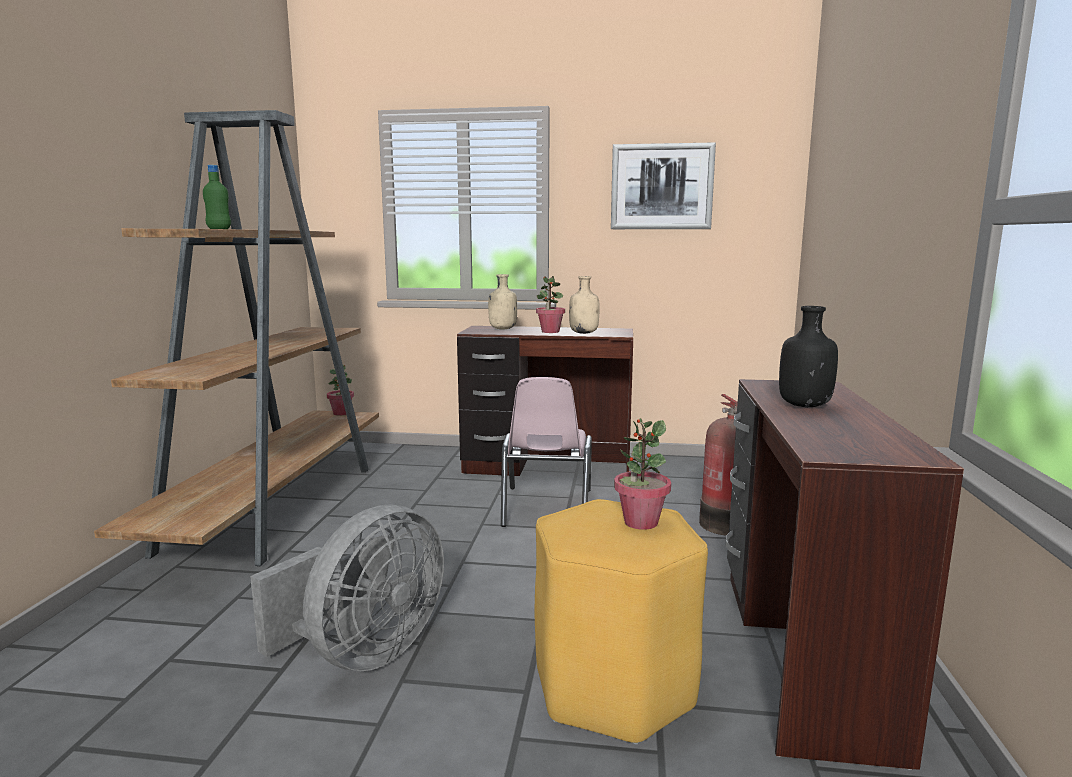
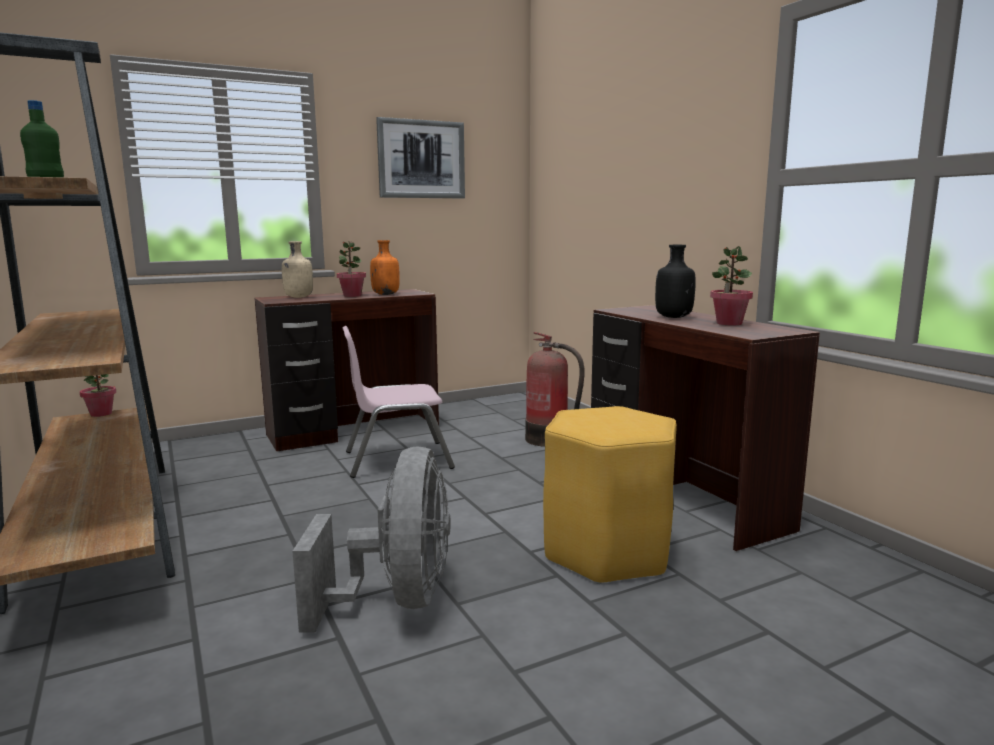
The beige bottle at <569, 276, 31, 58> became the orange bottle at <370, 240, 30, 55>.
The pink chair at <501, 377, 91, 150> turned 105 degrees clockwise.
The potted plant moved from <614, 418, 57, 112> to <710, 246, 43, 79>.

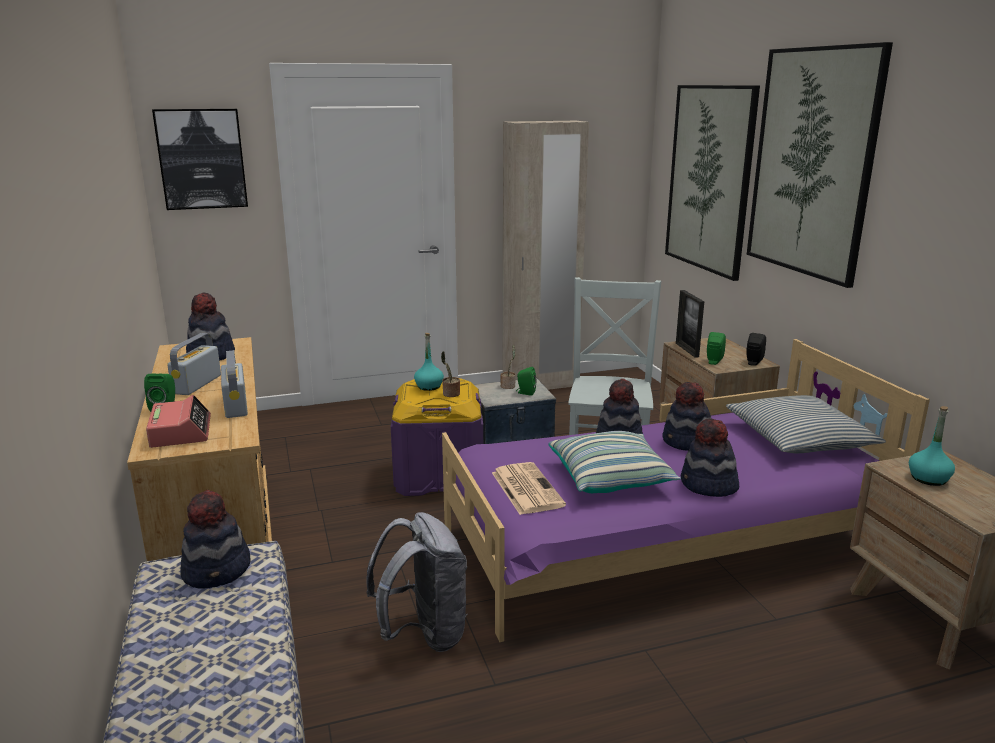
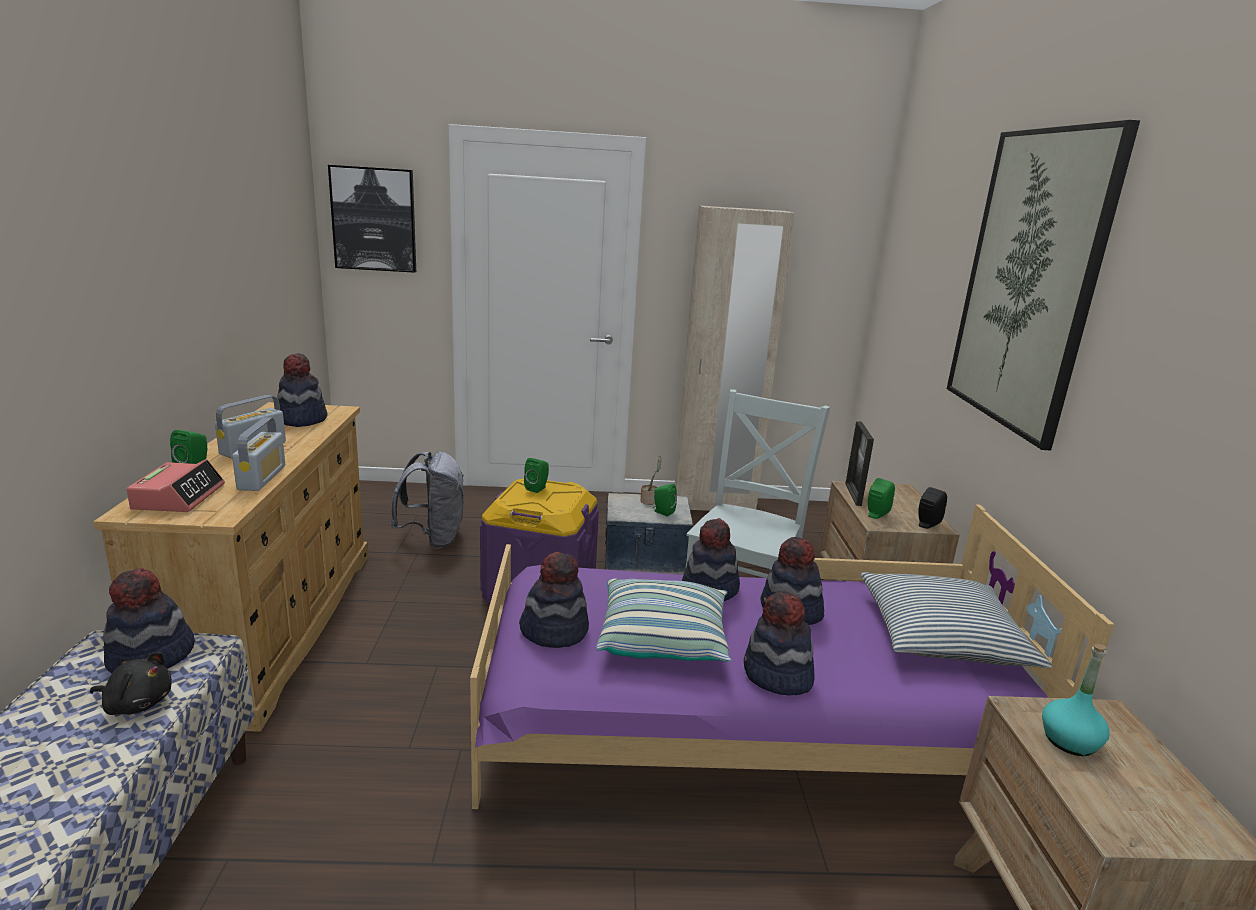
The picture at <665, 85, 95, 196> disappeared.
The turquoise bottle at <414, 333, 30, 58> was replaced by the green speaker at <524, 458, 25, 35>.
The potted plant at <441, 351, 19, 46> disappeared.
The newspaper at <492, 462, 74, 53> was replaced by the hat at <519, 552, 70, 96>.
The grey backpack moved from <366, 512, 101, 140> to <391, 451, 73, 97>.
The black plush toy at <90, 652, 82, 63> appeared.

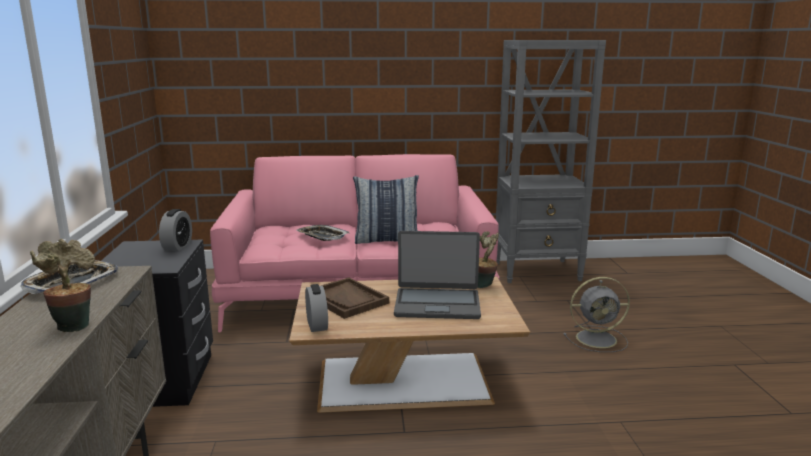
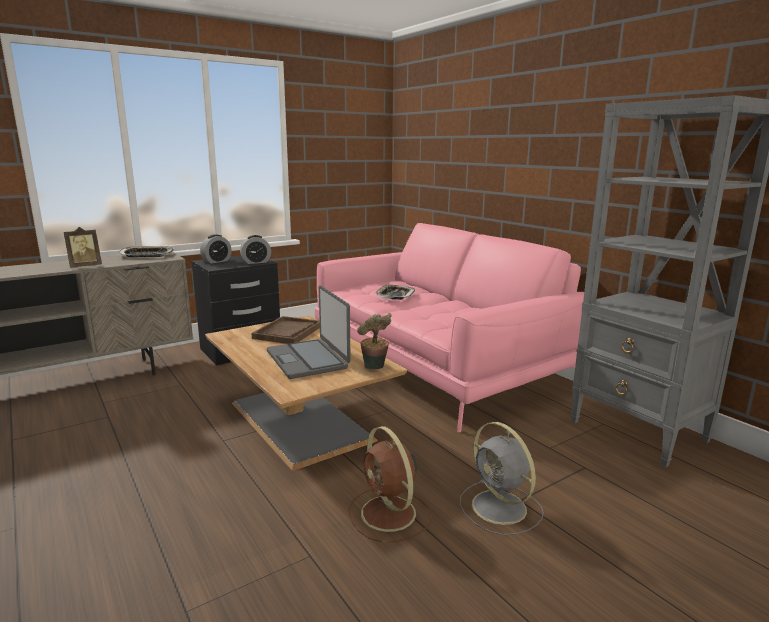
The pillow at <353, 175, 66, 69> disappeared.
The potted plant at <30, 239, 65, 93> was replaced by the picture frame at <64, 227, 38, 41>.
The alarm clock moved from <305, 284, 23, 48> to <200, 234, 32, 30>.
The brown fan at <349, 426, 83, 116> appeared.

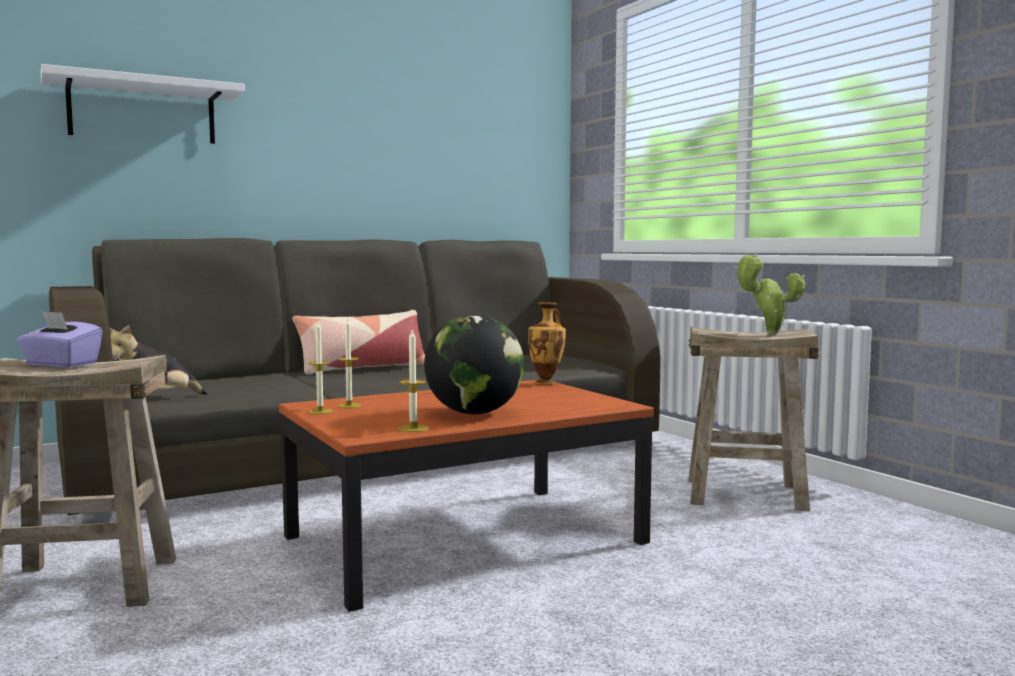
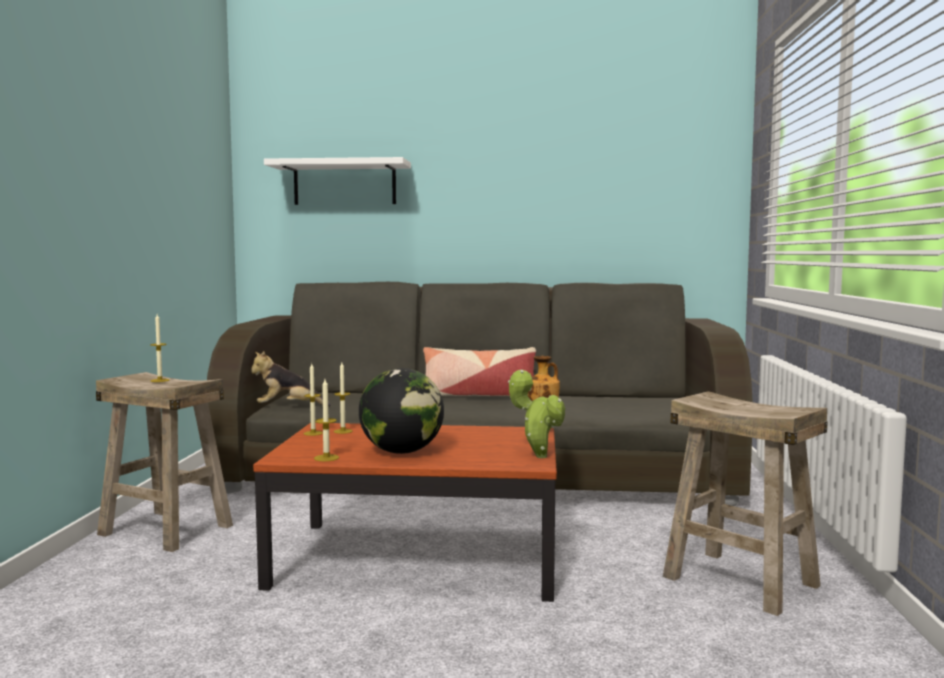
The potted plant moved from <735, 254, 70, 80> to <508, 370, 57, 88>.
The purple tissue box at <17, 311, 85, 57> was replaced by the candle at <150, 314, 19, 68>.

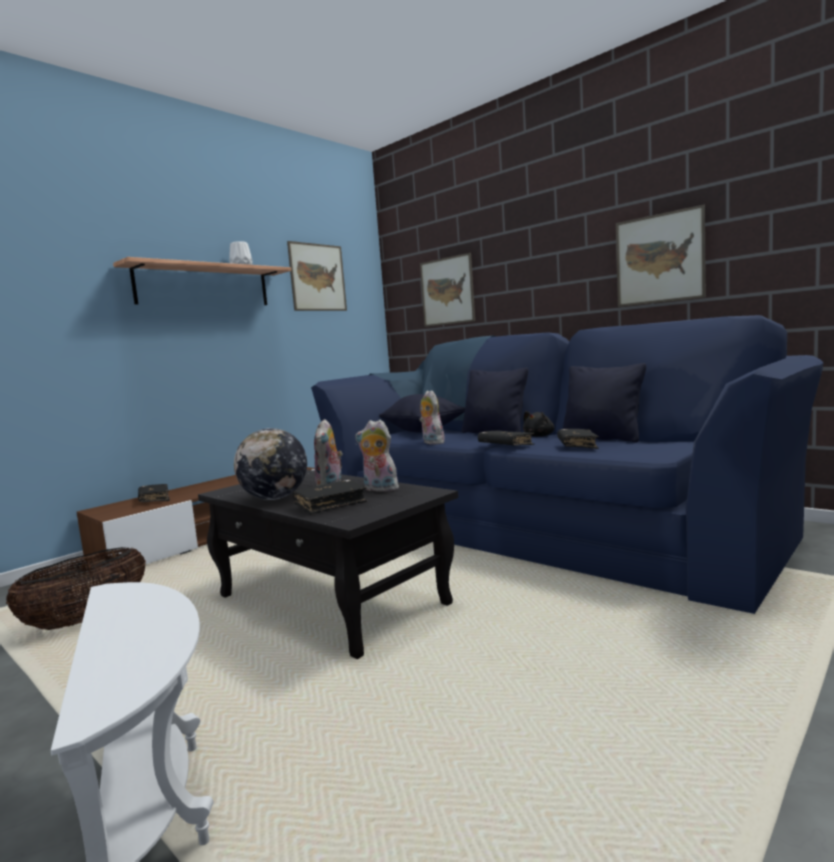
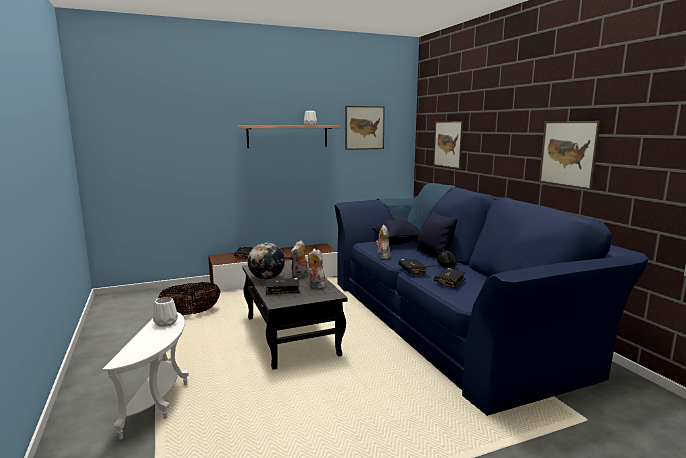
The black pillow at <562, 363, 84, 80> disappeared.
The white vase at <153, 297, 25, 30> appeared.

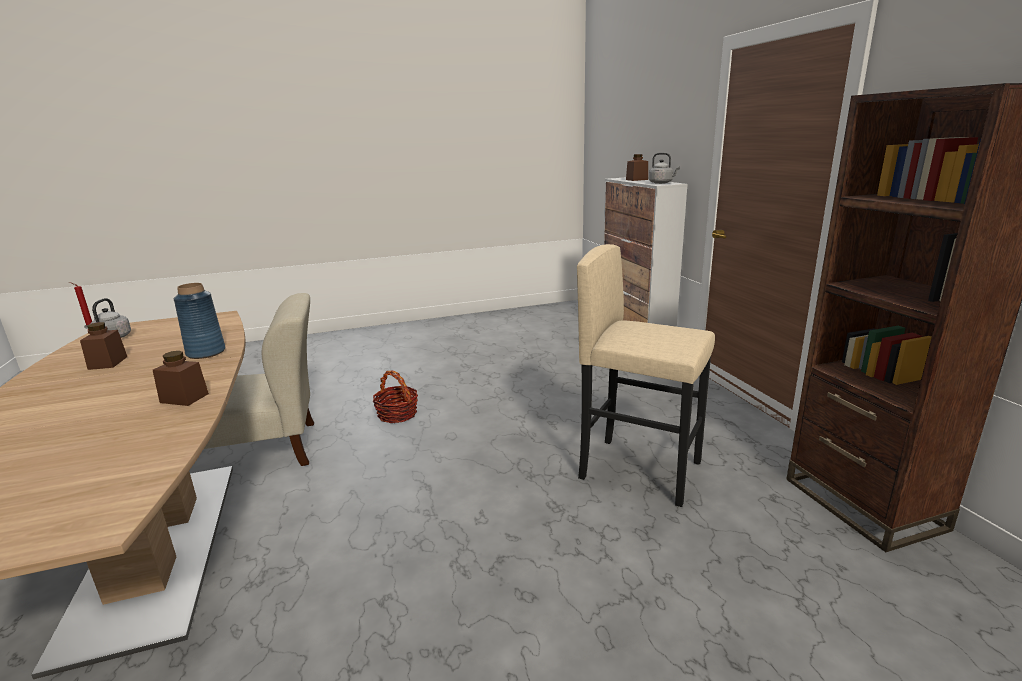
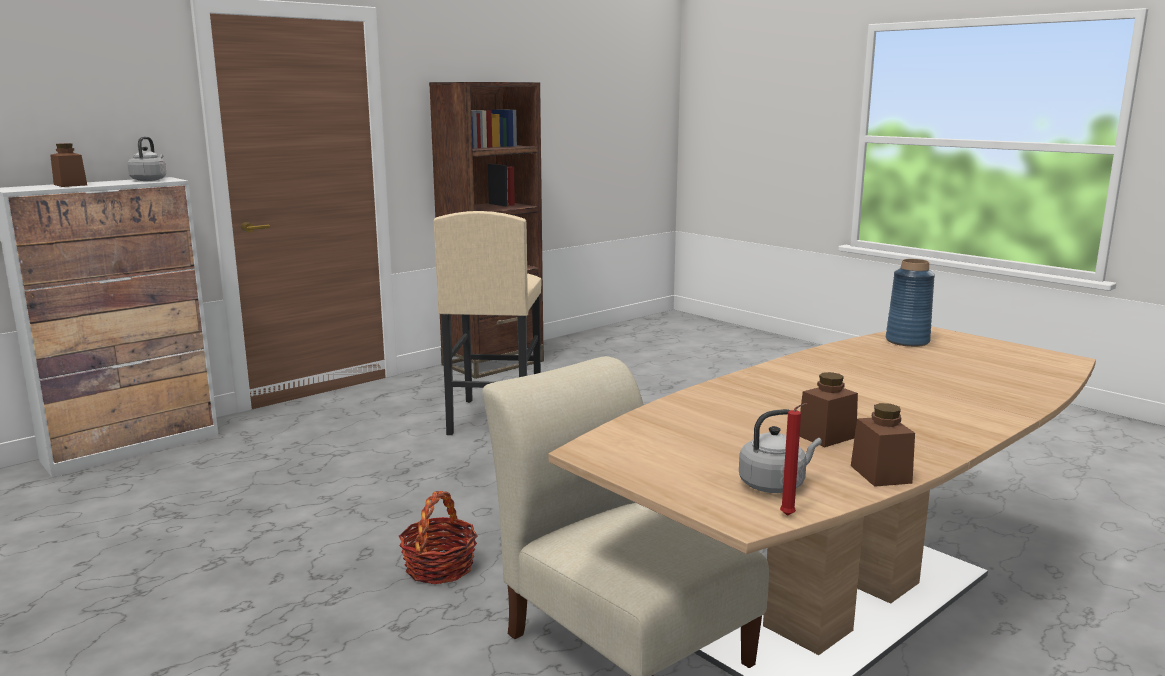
The blue vase moved from <174, 283, 51, 76> to <886, 259, 49, 88>.
The brown jar moved from <153, 351, 56, 55> to <851, 403, 64, 84>.

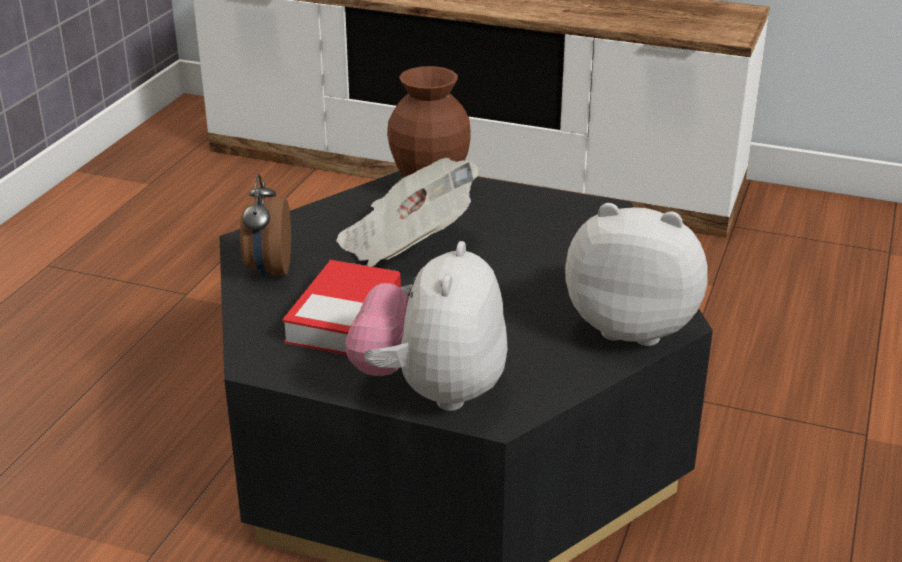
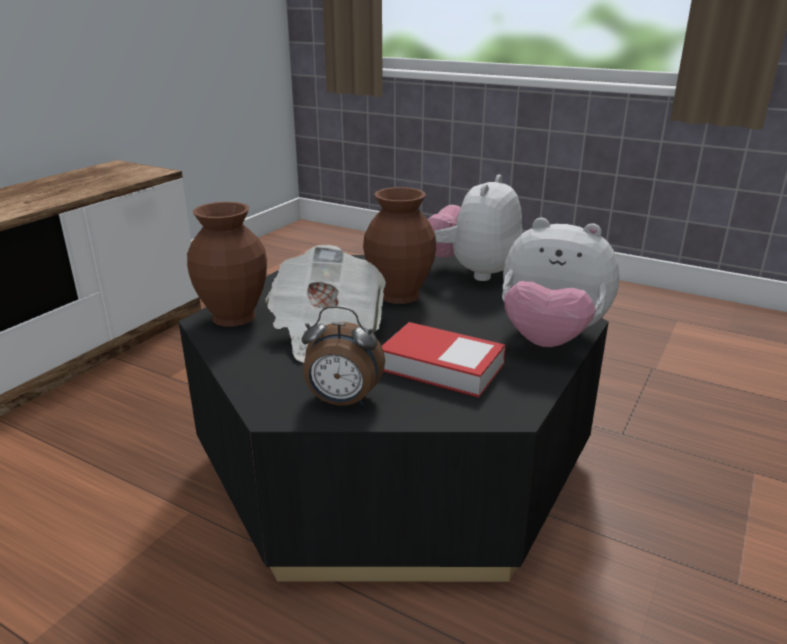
The brown vase at <363, 187, 73, 117> appeared.

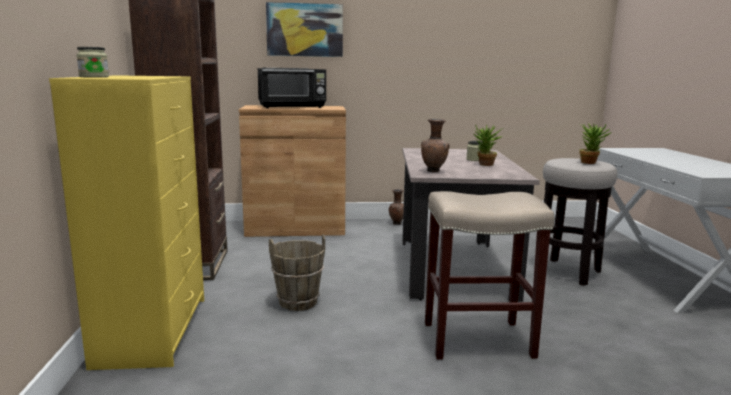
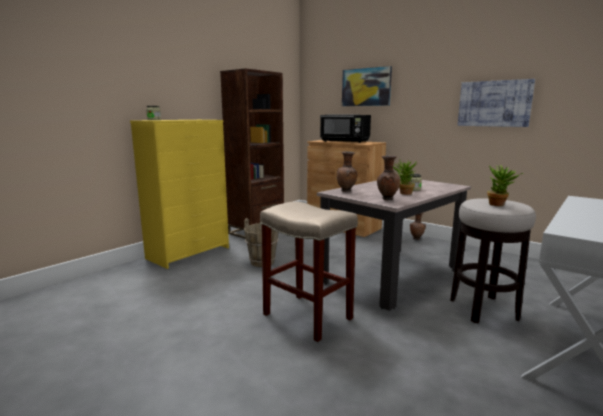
The picture at <458, 79, 77, 48> appeared.
The brown vase at <377, 155, 23, 45> appeared.

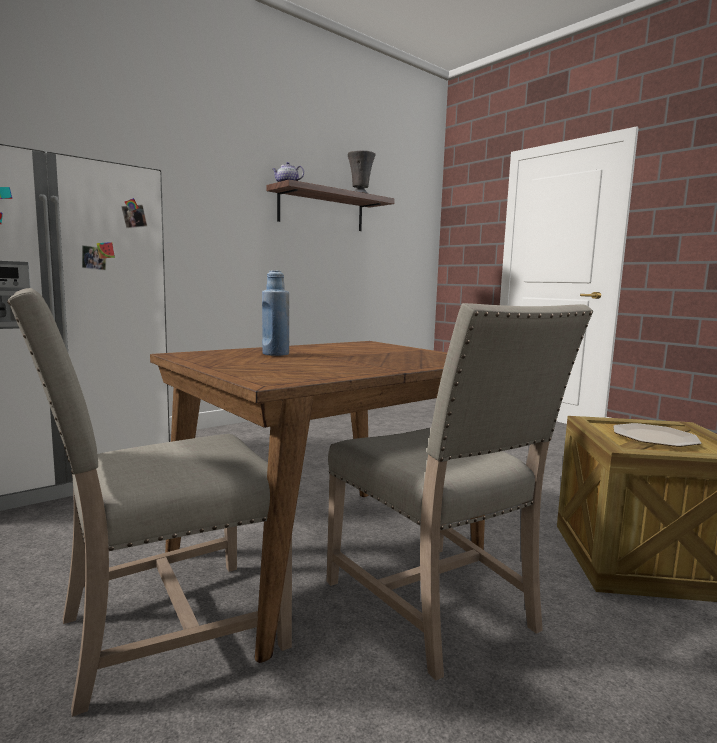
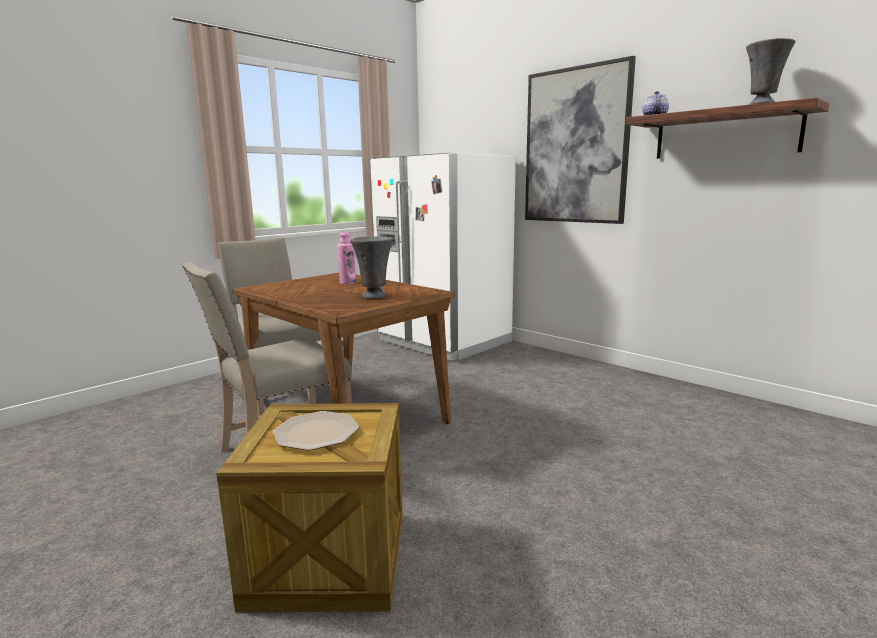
The blue bottle at <262, 270, 27, 86> became the pink bottle at <337, 232, 19, 52>.
The picture at <525, 56, 111, 168> appeared.
The grey vase at <350, 237, 43, 62> appeared.

